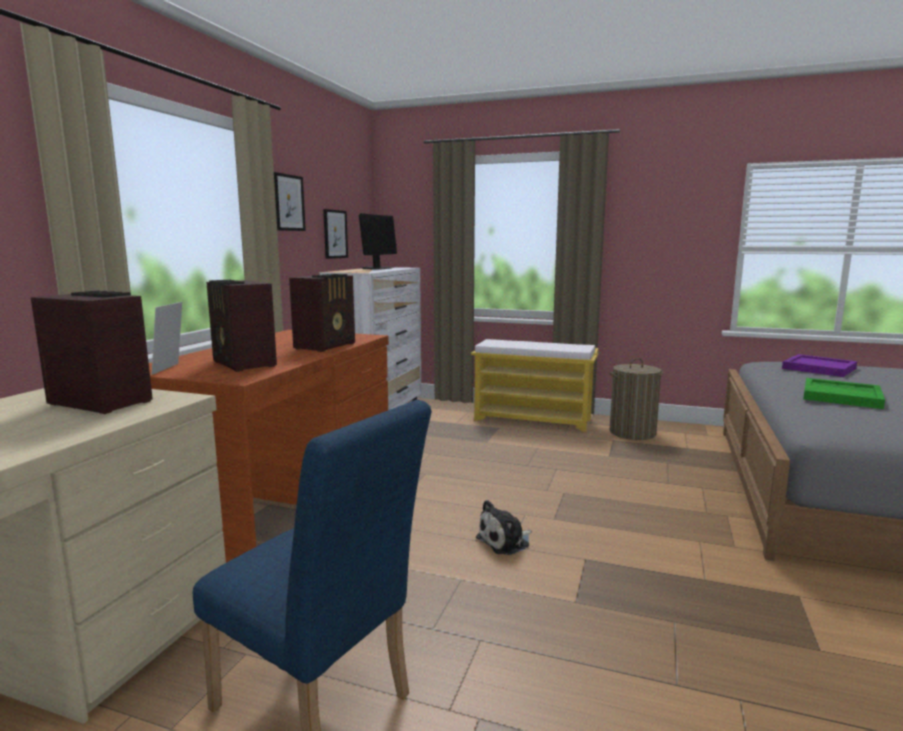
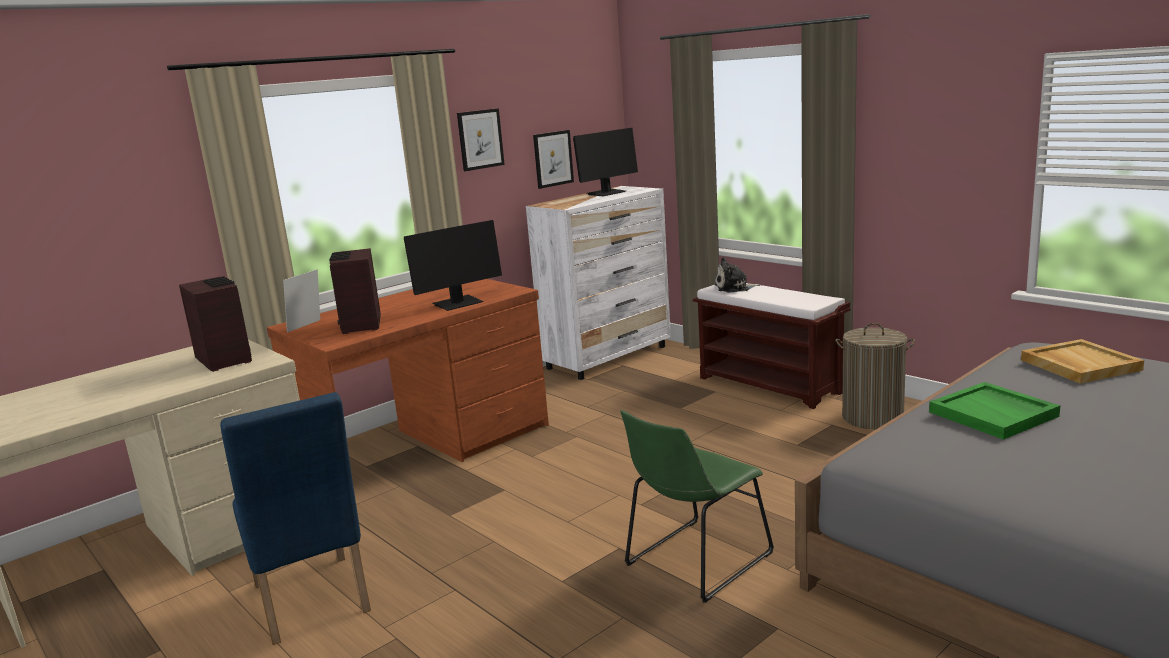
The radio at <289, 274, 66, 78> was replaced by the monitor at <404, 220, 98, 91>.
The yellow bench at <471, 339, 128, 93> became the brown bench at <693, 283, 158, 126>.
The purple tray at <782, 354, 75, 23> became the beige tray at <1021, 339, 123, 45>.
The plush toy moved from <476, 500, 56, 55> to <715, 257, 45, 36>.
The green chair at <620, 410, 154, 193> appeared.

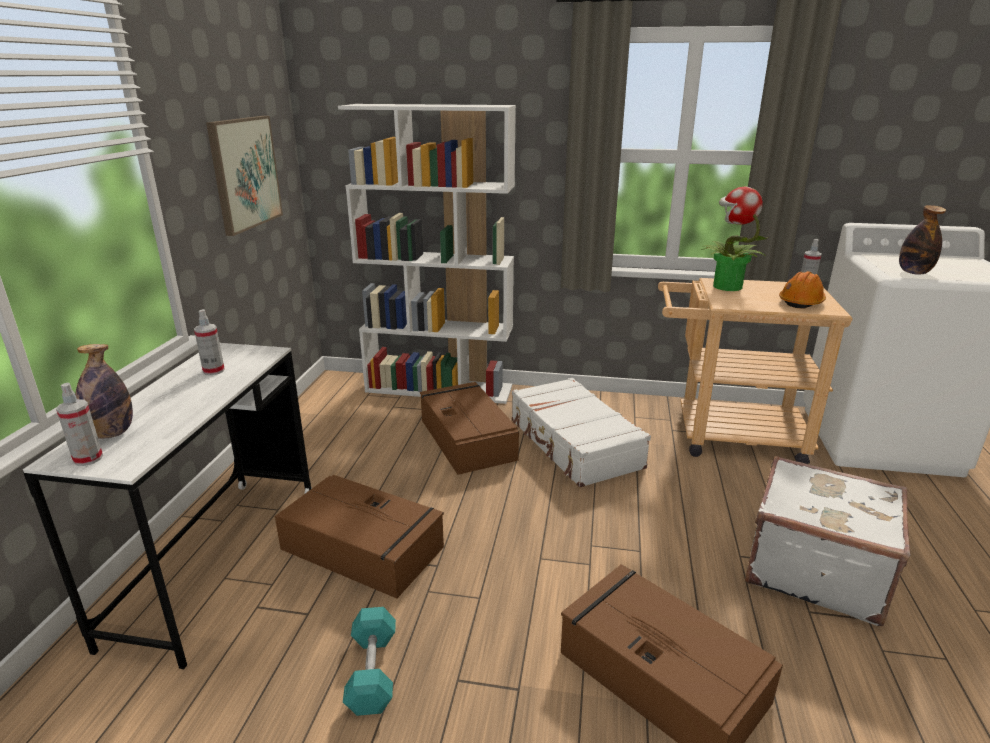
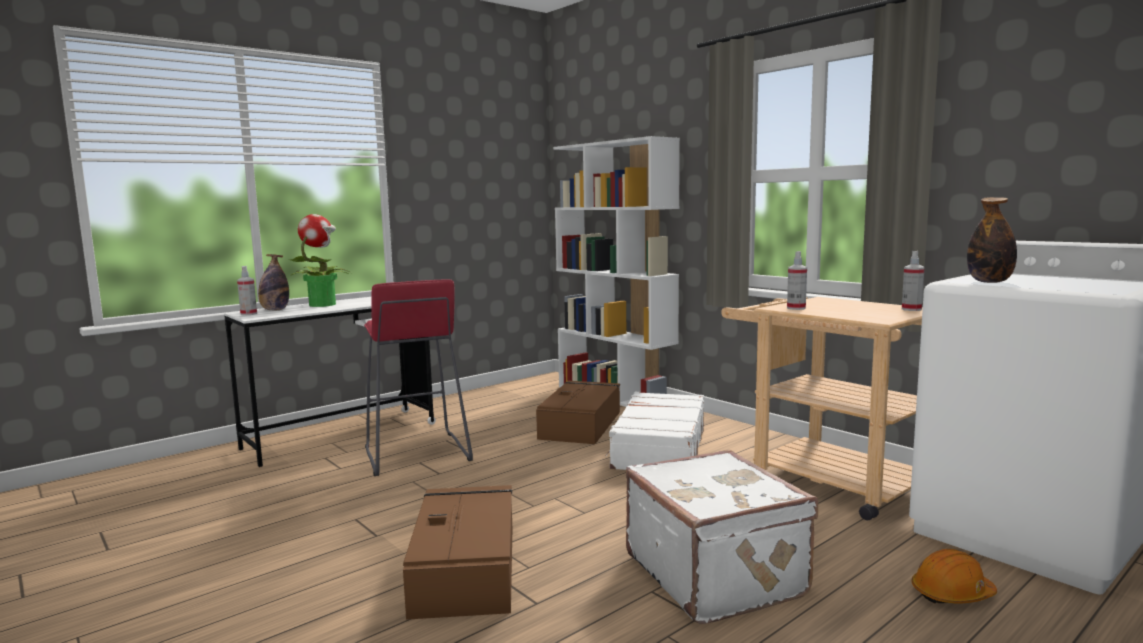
The picture at <206, 116, 77, 120> disappeared.
The potted plant moved from <701, 186, 67, 105> to <289, 214, 62, 93>.
The orange hard hat moved from <779, 271, 47, 37> to <911, 549, 86, 55>.
The spray bottle moved from <194, 309, 31, 66> to <787, 251, 20, 59>.
The brown storage box at <275, 475, 169, 123> was replaced by the red stool at <364, 279, 109, 197>.
The turquoise dumbbell at <343, 607, 53, 109> disappeared.

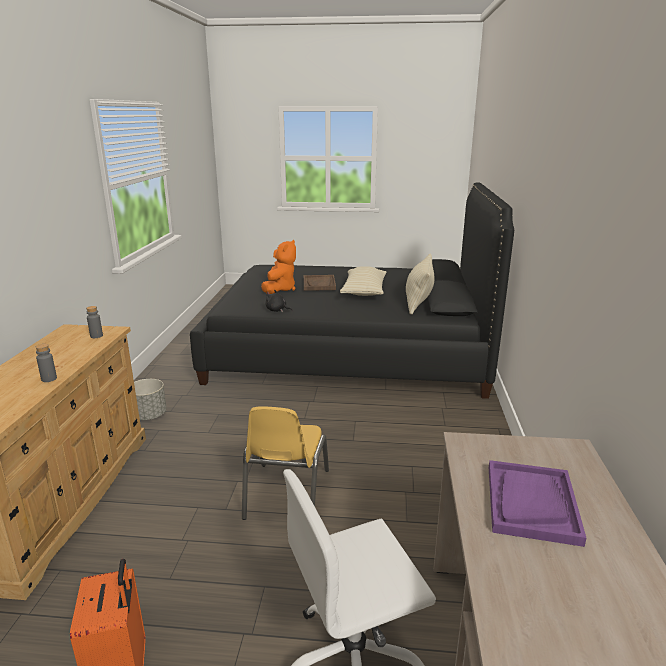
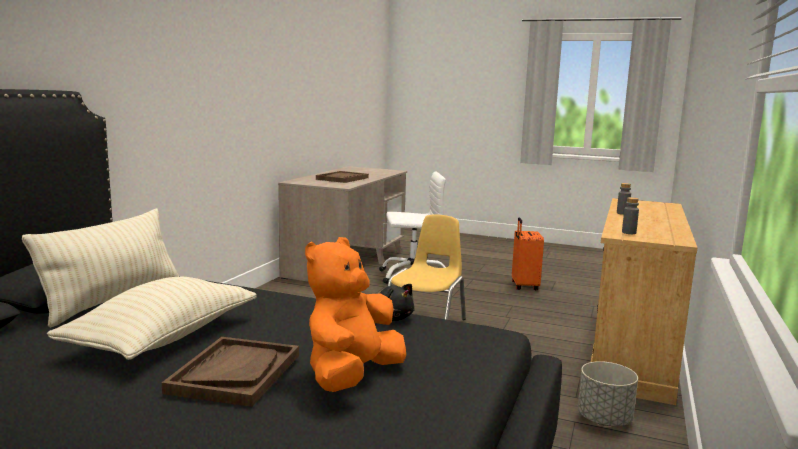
The purple tray at <489, 460, 97, 87> became the brown tray at <316, 171, 53, 12>.

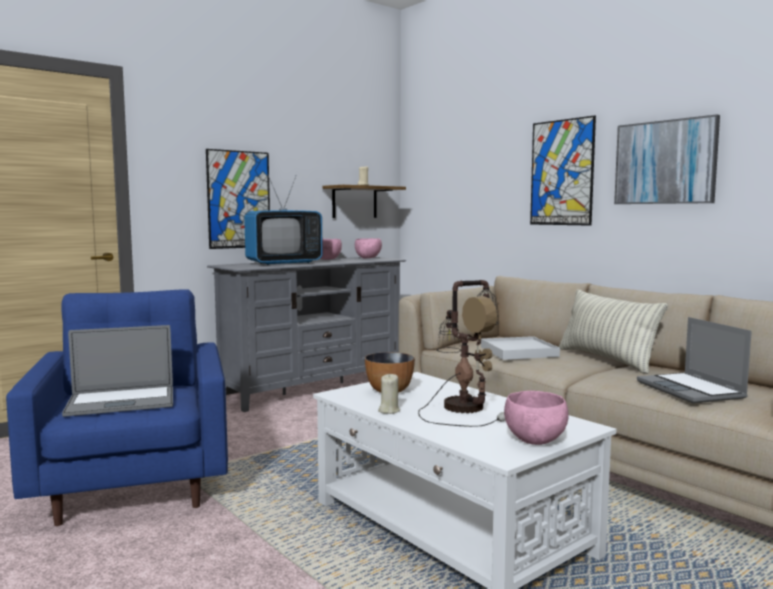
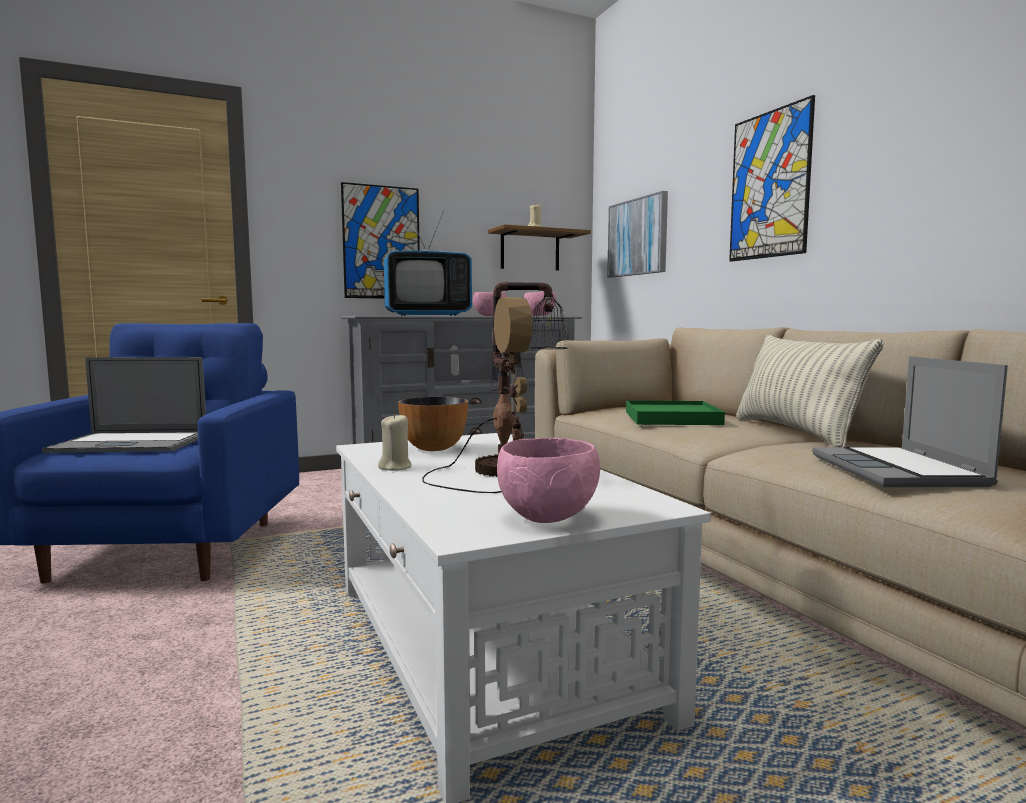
The picture moved from <614, 114, 106, 90> to <607, 191, 61, 87>.
The white tray at <481, 336, 79, 24> became the green tray at <626, 401, 99, 24>.

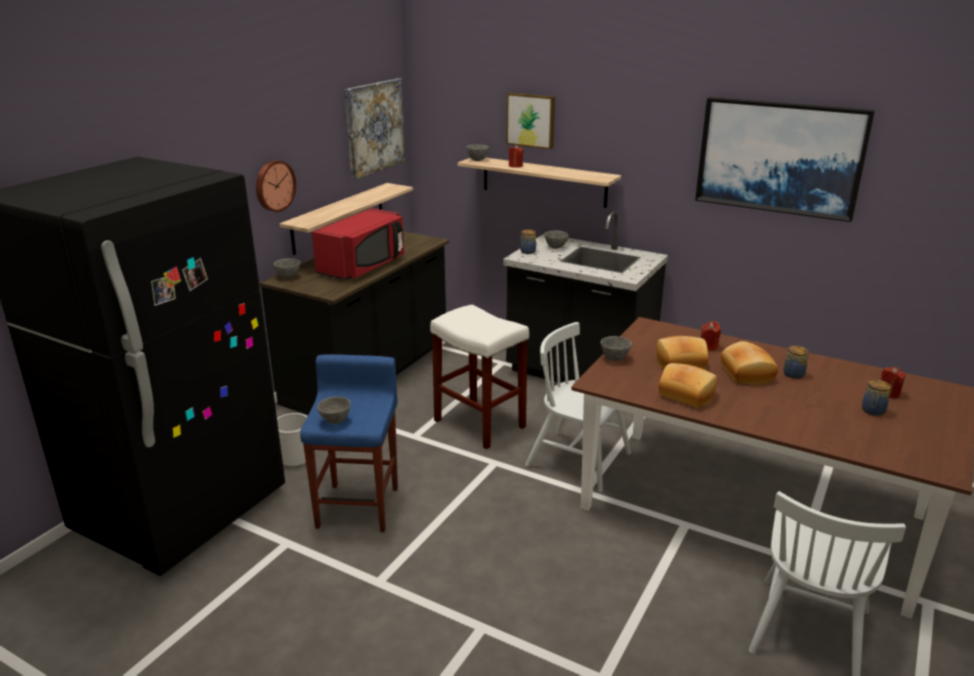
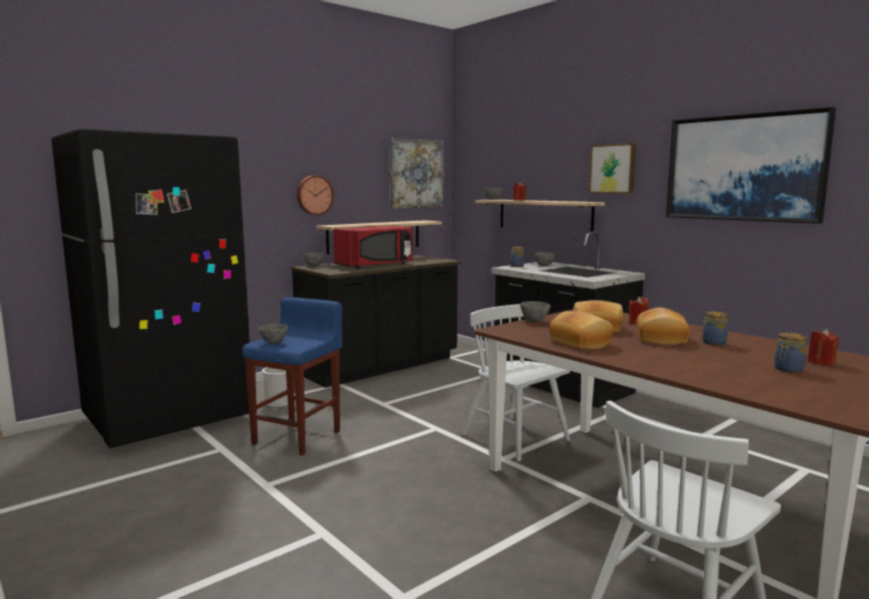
The picture moved from <506, 93, 49, 56> to <589, 143, 47, 50>.
The white stool at <430, 305, 99, 144> disappeared.

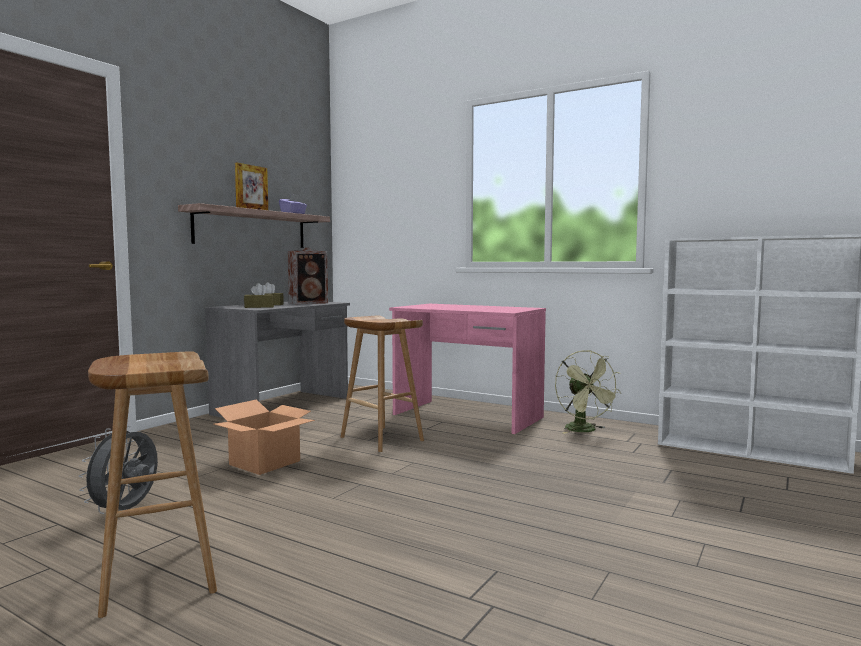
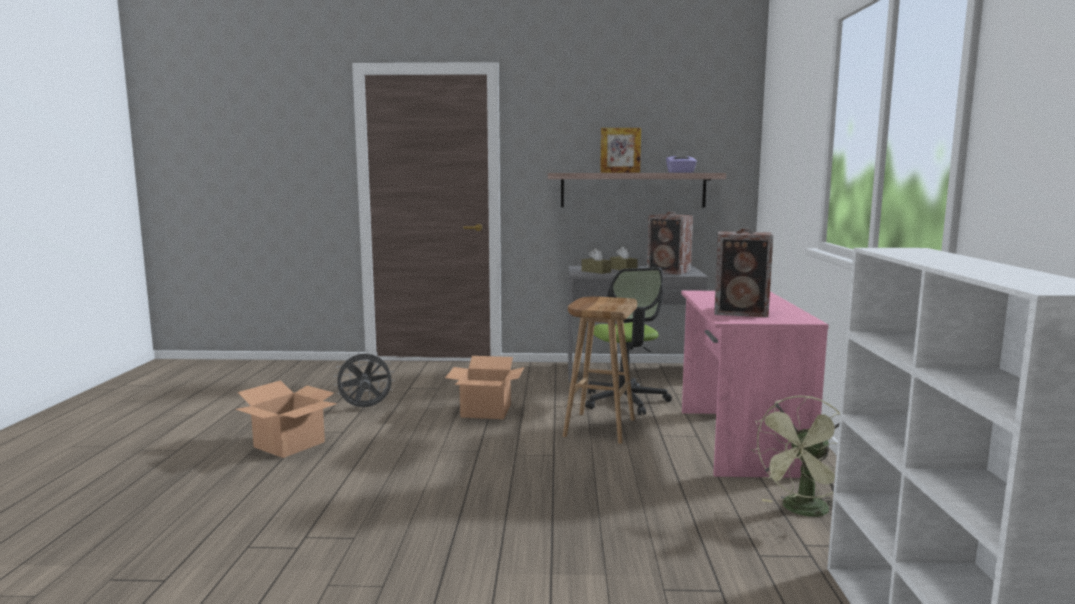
The brown stool at <88, 351, 129, 267> was replaced by the cardboard box at <235, 380, 102, 78>.
The speaker at <715, 228, 58, 89> appeared.
The office chair at <585, 267, 87, 148> appeared.

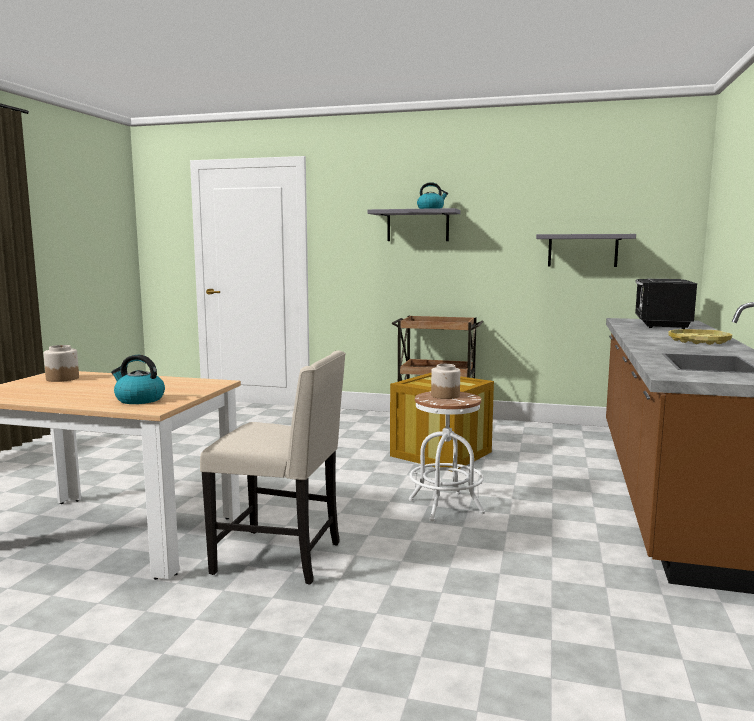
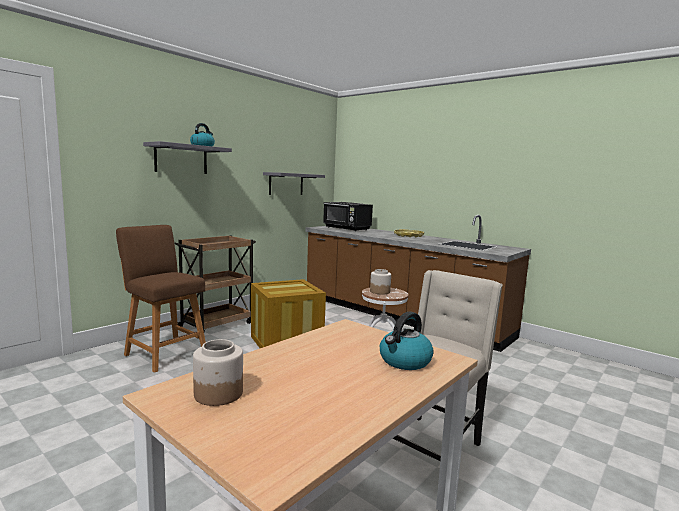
The brown stool at <116, 225, 90, 148> appeared.

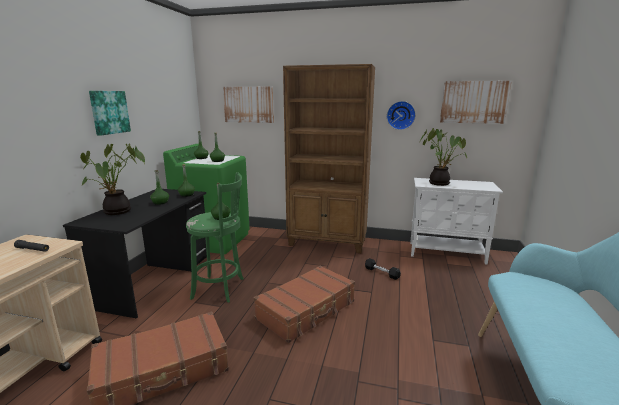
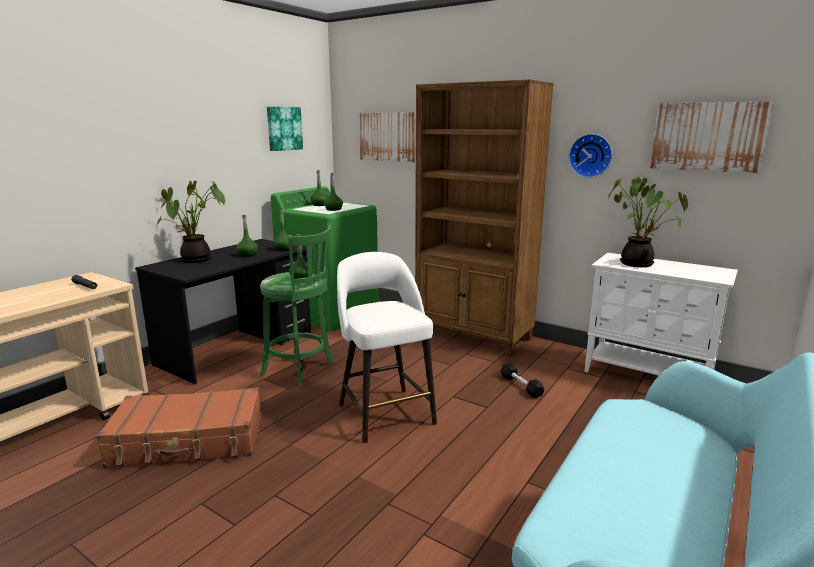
The picture moved from <89, 91, 42, 45> to <267, 107, 36, 44>.
The brown suitcase at <254, 265, 101, 78> was replaced by the white stool at <337, 252, 100, 191>.

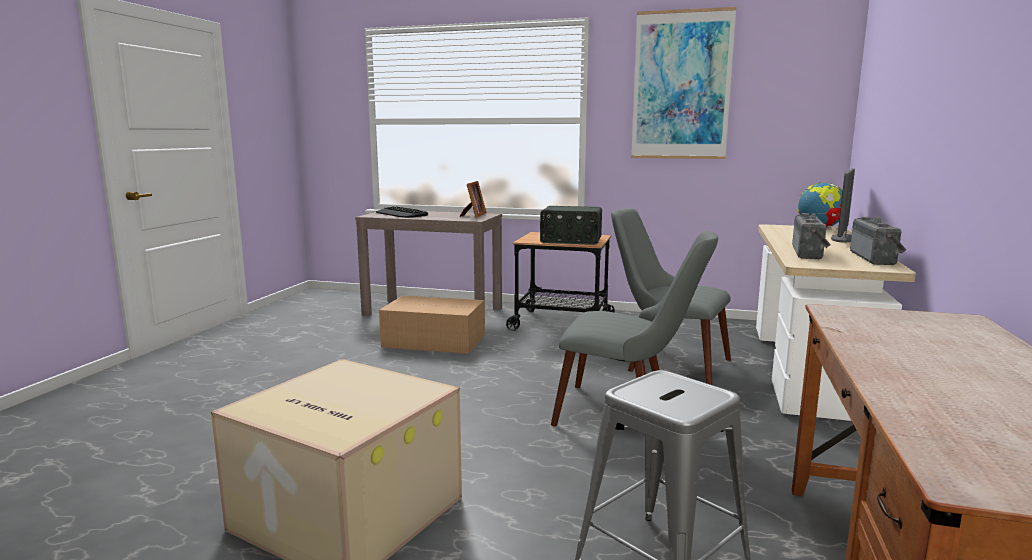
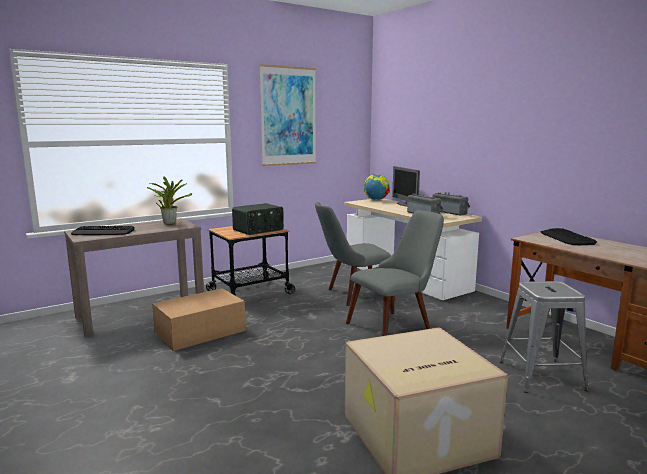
The picture frame at <460, 181, 27, 36> was replaced by the potted plant at <147, 177, 45, 48>.
The keyboard at <540, 228, 57, 17> appeared.

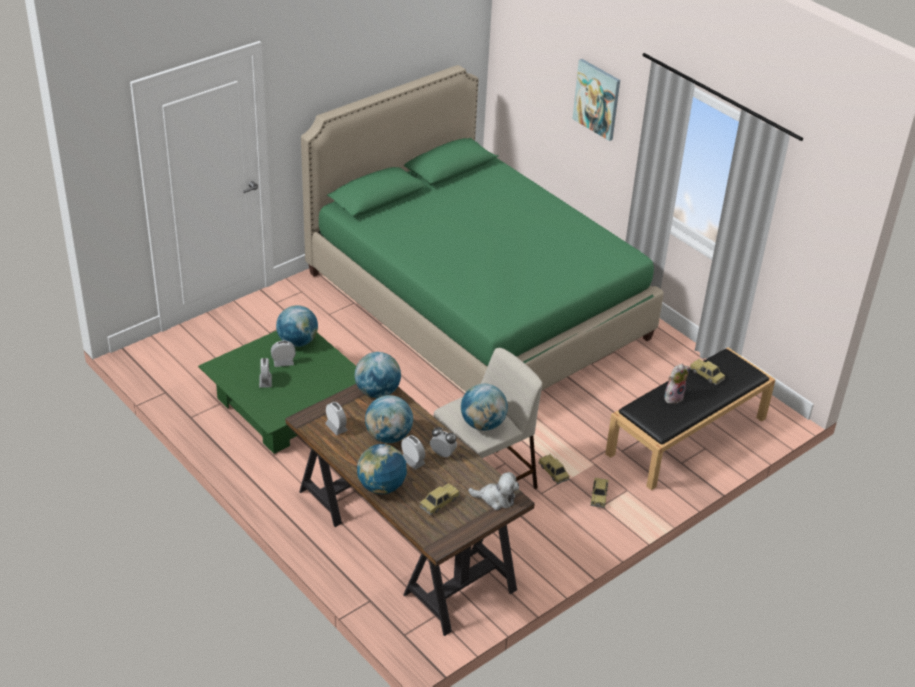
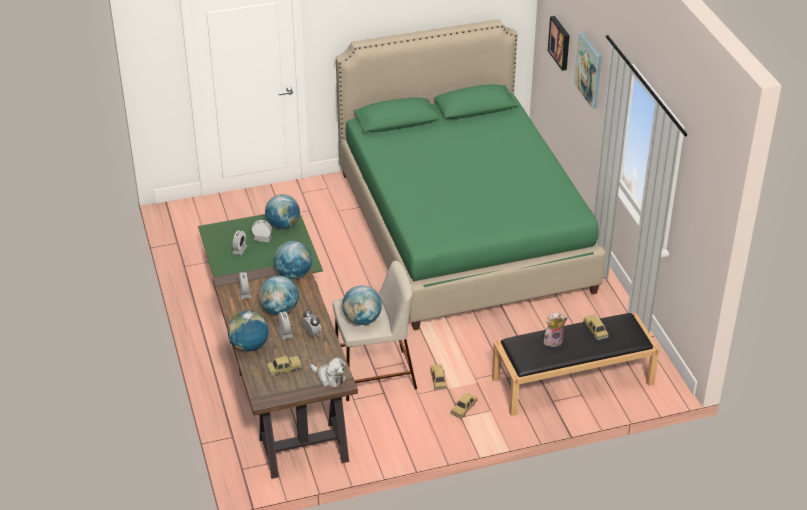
The picture at <548, 16, 22, 55> appeared.

